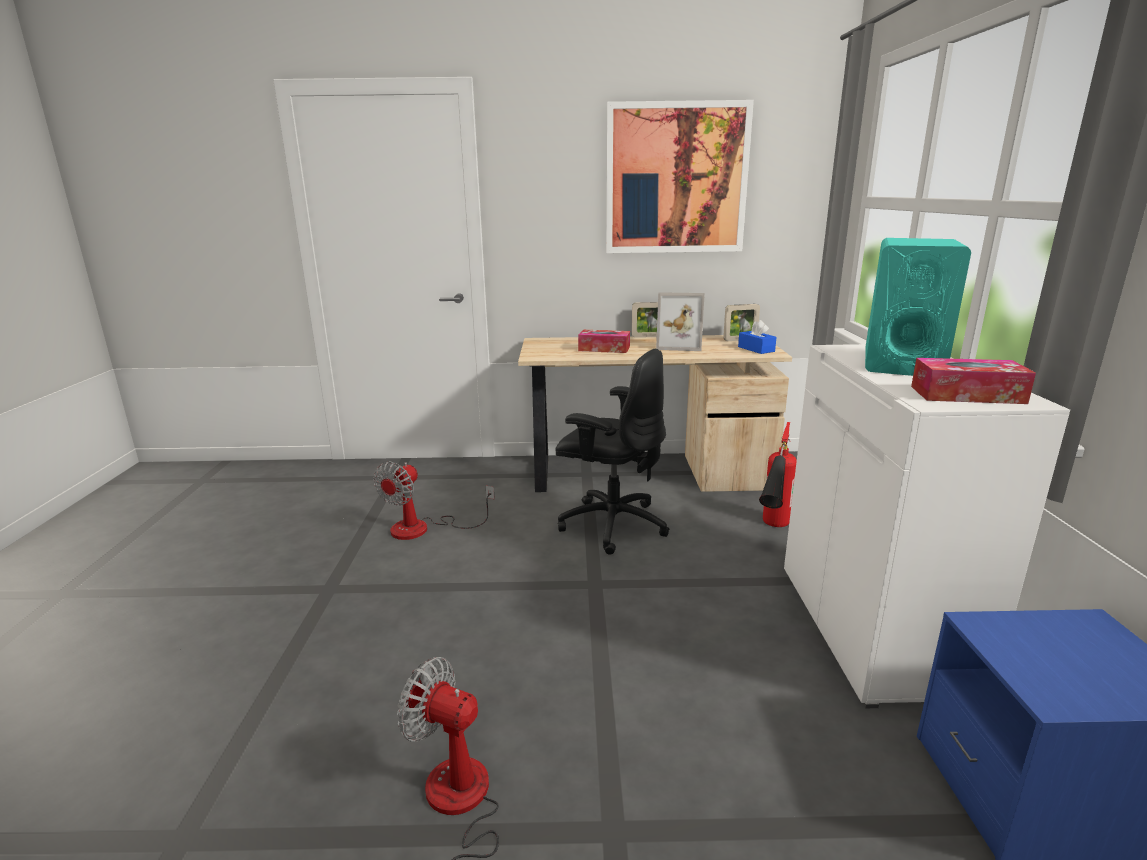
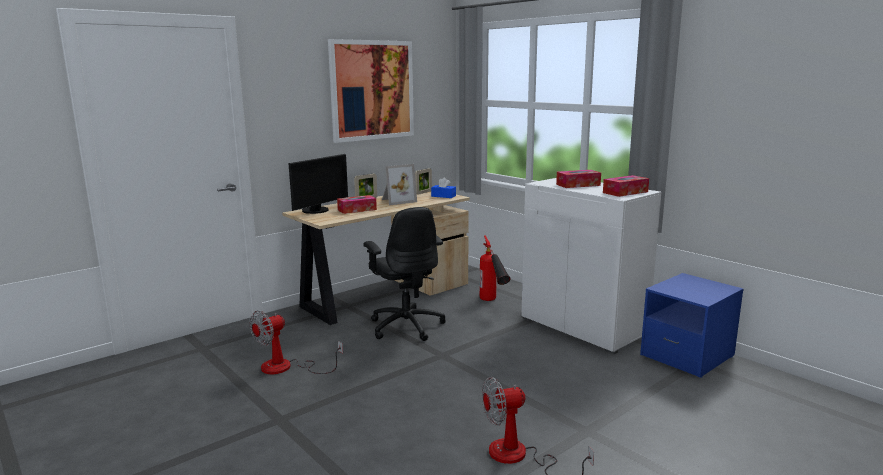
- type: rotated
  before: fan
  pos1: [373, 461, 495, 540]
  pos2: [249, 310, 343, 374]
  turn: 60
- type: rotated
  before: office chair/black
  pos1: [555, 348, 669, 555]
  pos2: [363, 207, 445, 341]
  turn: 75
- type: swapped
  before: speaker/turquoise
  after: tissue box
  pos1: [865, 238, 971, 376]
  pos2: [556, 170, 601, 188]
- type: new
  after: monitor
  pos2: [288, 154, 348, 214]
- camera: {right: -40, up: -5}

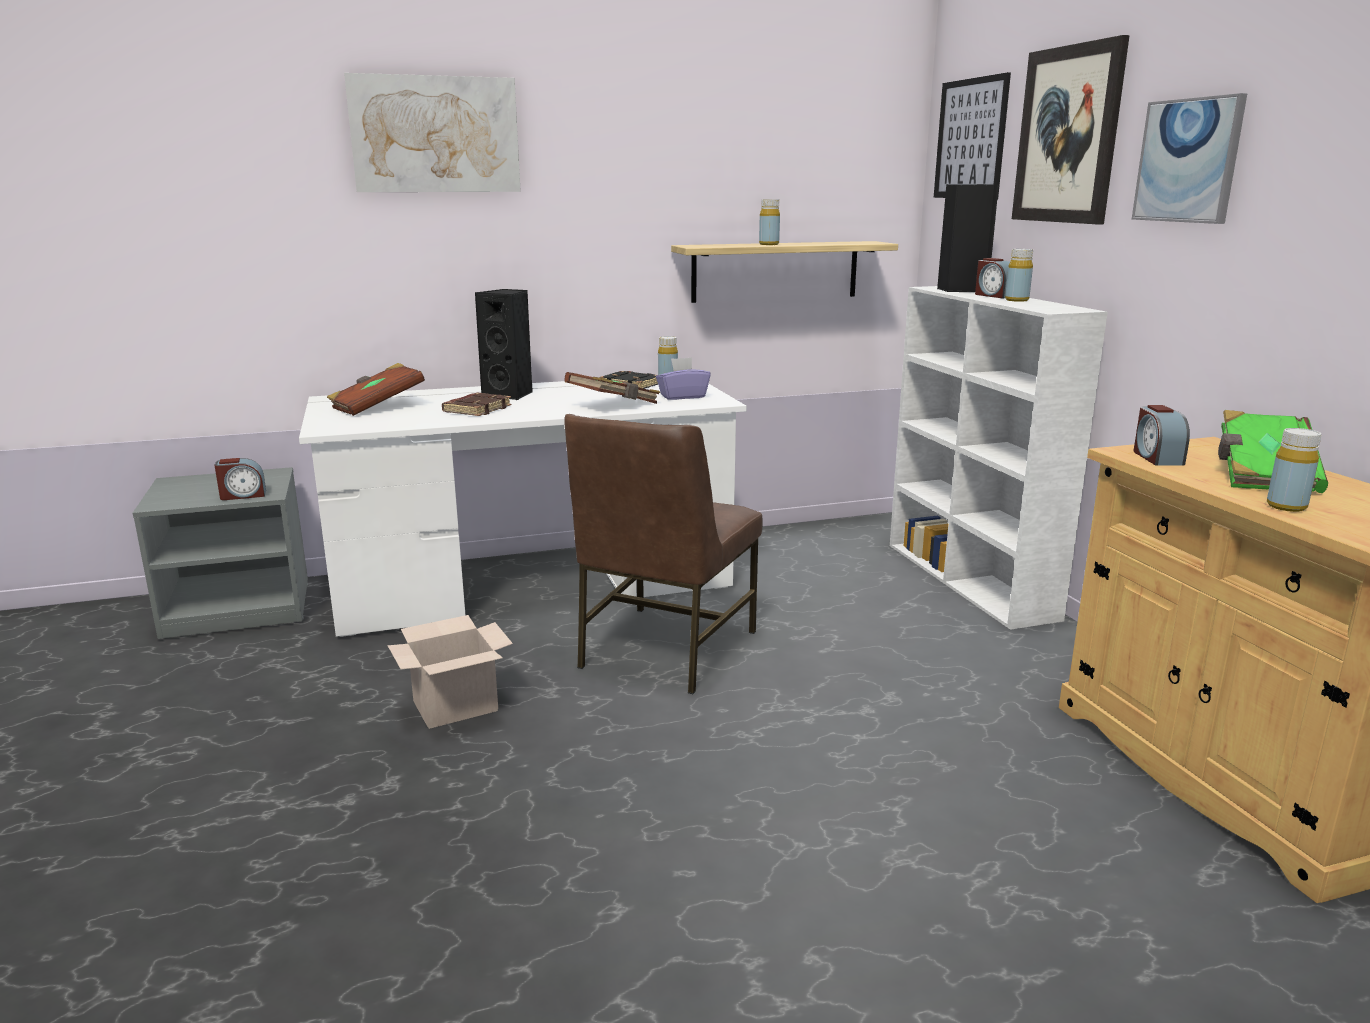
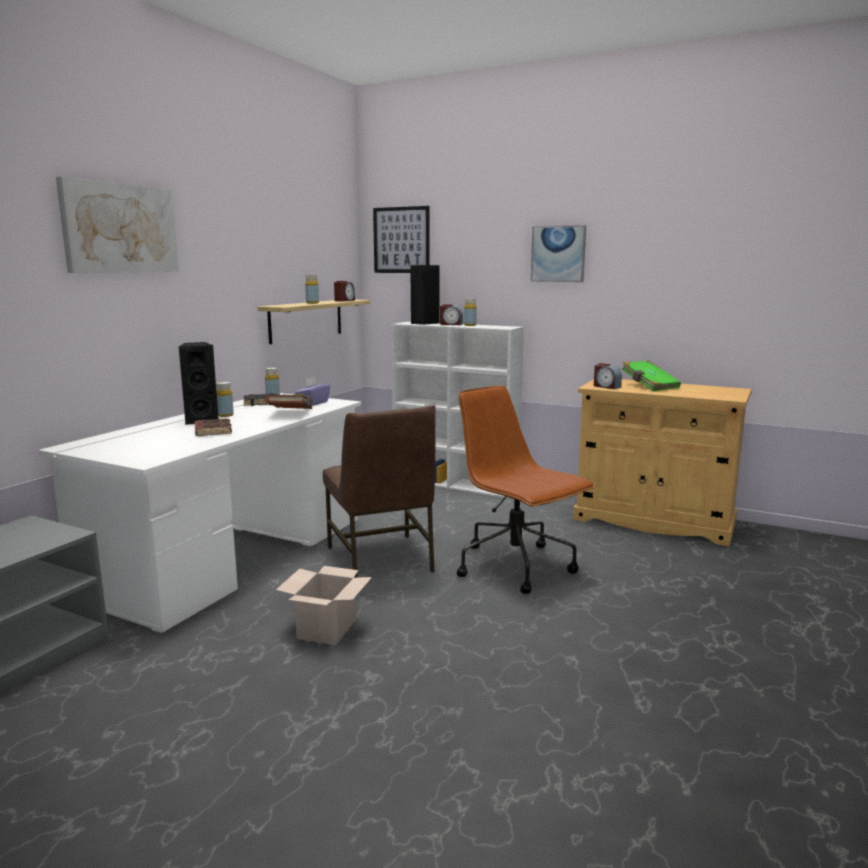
- type: shifted
  before: alarm clock
  pos1: [215, 458, 266, 500]
  pos2: [334, 281, 355, 301]
- type: gone
  before: book/brown
  pos1: [327, 363, 425, 416]
- type: gone
  before: picture
  pos1: [1012, 35, 1130, 224]
- type: shifted
  before: bottle/yellow
  pos1: [1267, 428, 1321, 512]
  pos2: [216, 382, 234, 417]
- type: new
  after: office chair/brown
  pos2: [457, 386, 595, 594]
- camera: {right: -45, up: -5}

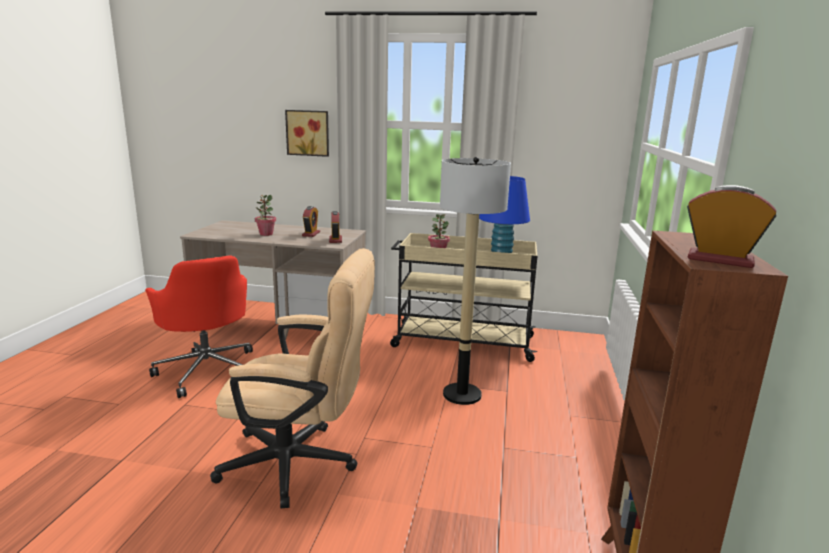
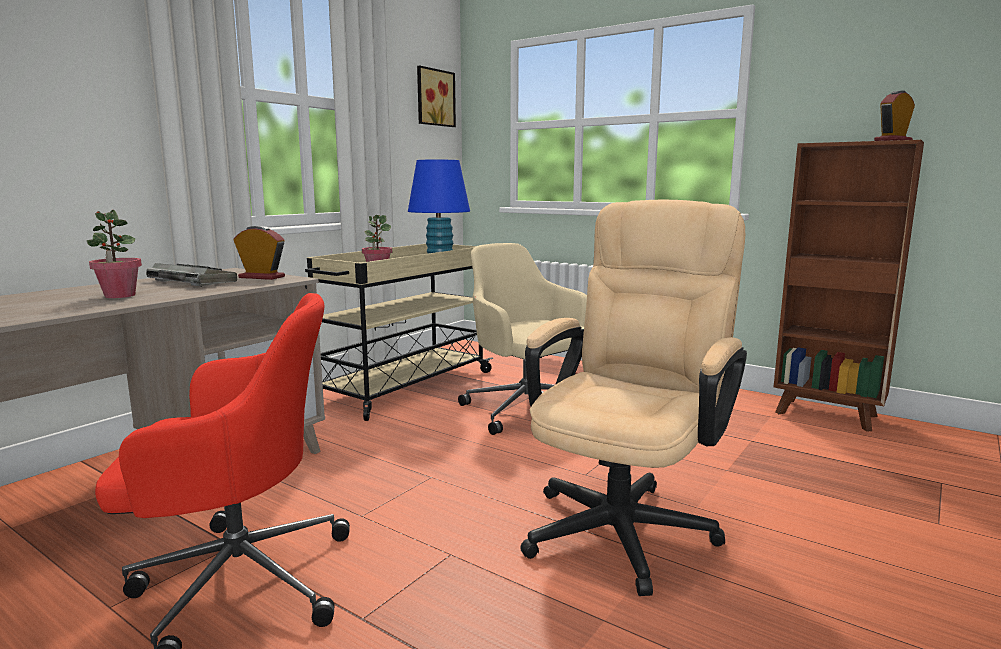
- type: shifted
  before: picture
  pos1: [285, 110, 329, 157]
  pos2: [417, 65, 456, 127]
- type: swapped
  before: alarm clock
  after: keyboard
  pos1: [302, 206, 320, 237]
  pos2: [146, 263, 237, 287]
- type: swapped
  before: floor lamp
  after: office chair/beige
  pos1: [440, 157, 511, 405]
  pos2: [458, 243, 587, 435]
- camera: {right: -65, up: -5}

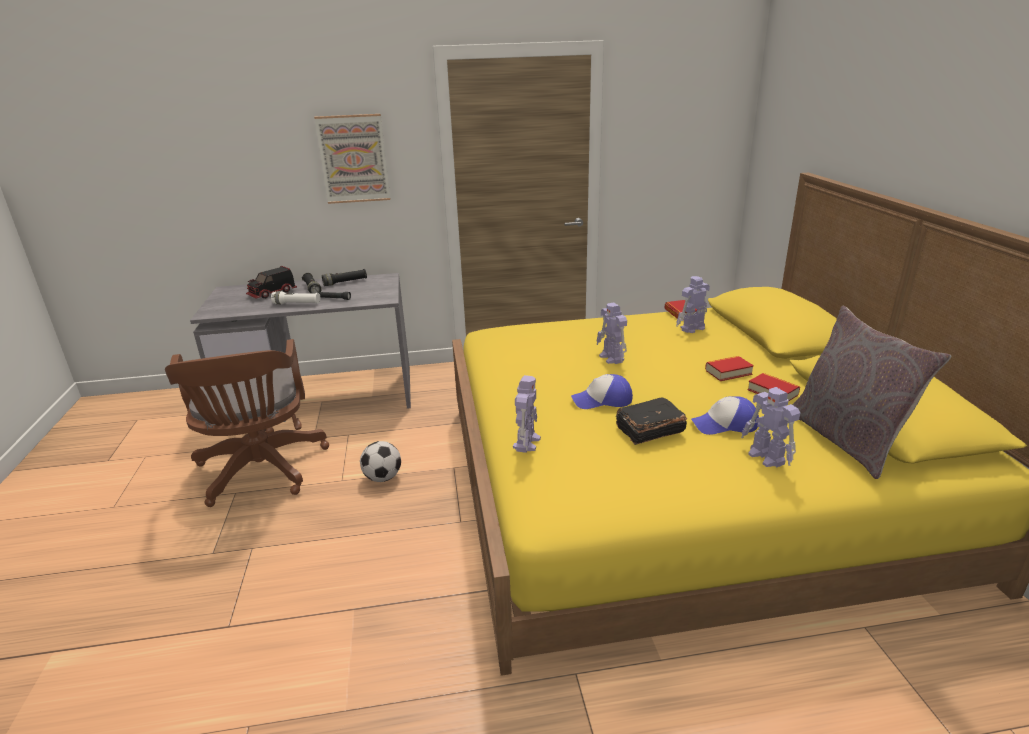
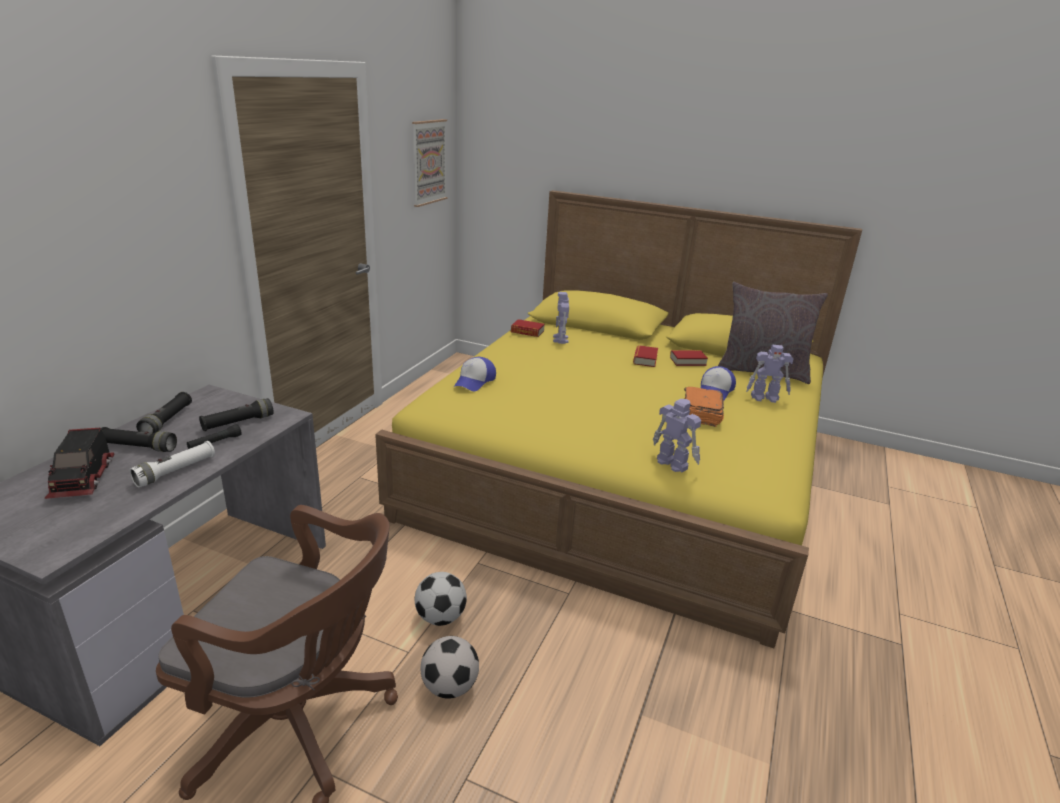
- type: shifted
  before: picture
  pos1: [314, 114, 390, 204]
  pos2: [412, 119, 447, 207]
- type: shifted
  before: cap
  pos1: [571, 374, 633, 409]
  pos2: [454, 357, 496, 391]
- type: gone
  before: toy robot
  pos1: [597, 302, 627, 364]
- type: repainted
  before: book/black
  after: book/orange
  pos1: [616, 397, 687, 445]
  pos2: [684, 387, 724, 427]
- type: new
  after: flashlight/black
  pos2: [199, 398, 274, 431]
- type: new
  after: football
  pos2: [421, 636, 479, 699]
- camera: {right: -60, up: 0}

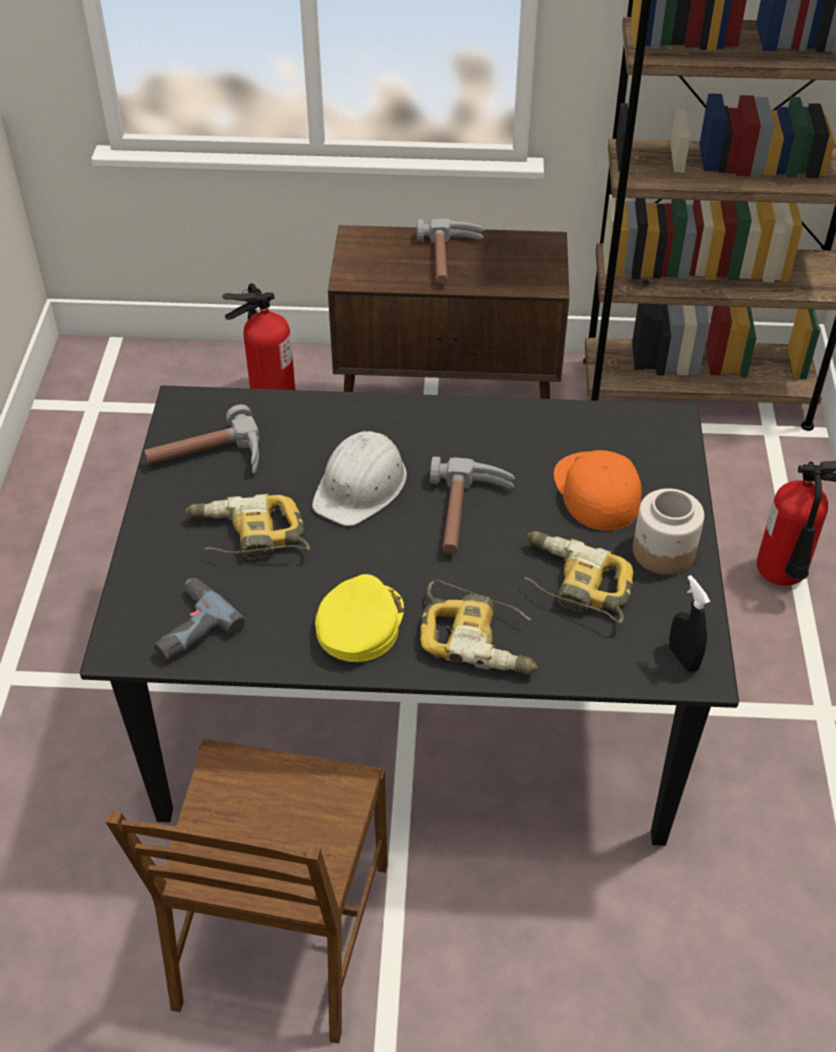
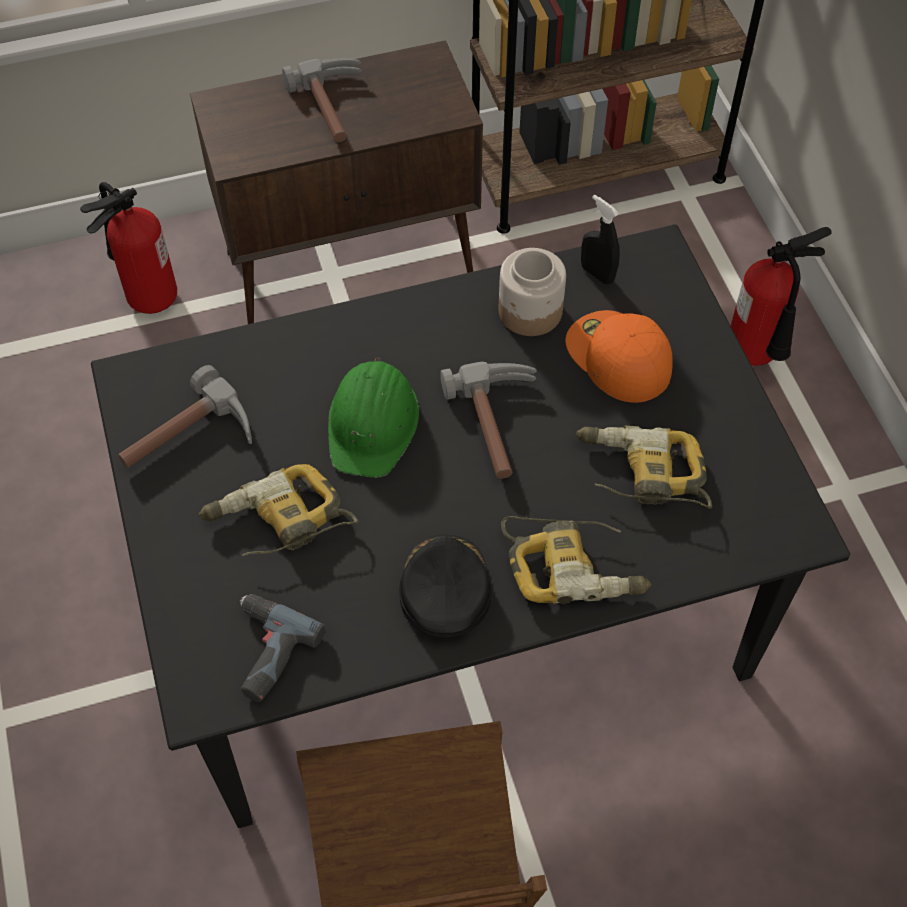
- type: repainted
  before: hard hat/white
  after: hard hat/green
  pos1: [312, 431, 407, 526]
  pos2: [328, 357, 419, 478]
- type: repainted
  before: cap/yellow
  after: cap/black
  pos1: [315, 574, 404, 662]
  pos2: [399, 535, 492, 638]
- type: shifted
  before: jar
  pos1: [633, 489, 704, 575]
  pos2: [499, 248, 566, 336]
- type: shifted
  before: spray bottle/black
  pos1: [669, 575, 710, 672]
  pos2: [581, 195, 620, 284]
- camera: {right: -20, up: 10}

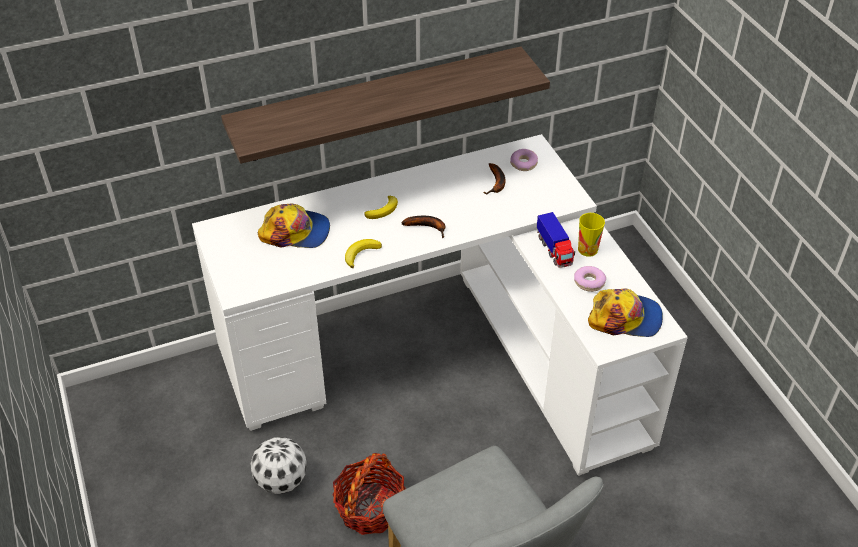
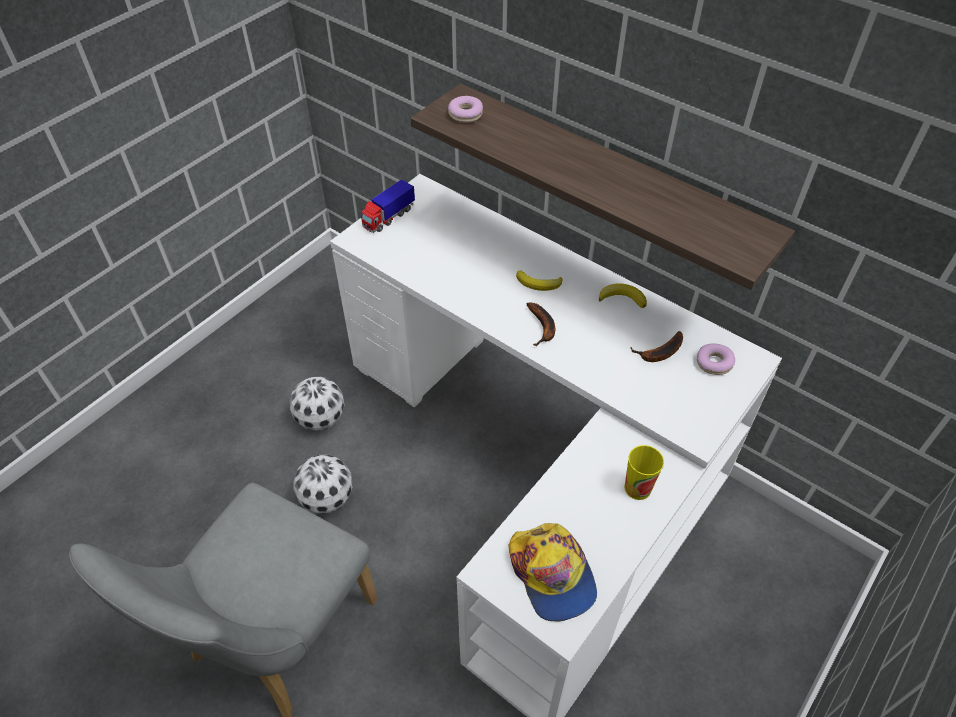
- type: gone
  before: cap
  pos1: [258, 204, 330, 248]
- type: swapped
  before: basket
  after: football
  pos1: [333, 453, 406, 535]
  pos2: [293, 455, 353, 513]
- type: shifted
  before: banana
  pos1: [345, 239, 382, 268]
  pos2: [599, 283, 647, 308]
- type: shifted
  before: toy truck
  pos1: [537, 212, 575, 268]
  pos2: [361, 179, 415, 233]
- type: shifted
  before: donut
  pos1: [574, 266, 606, 292]
  pos2: [448, 96, 483, 123]
- camera: {right: 60, up: 5}

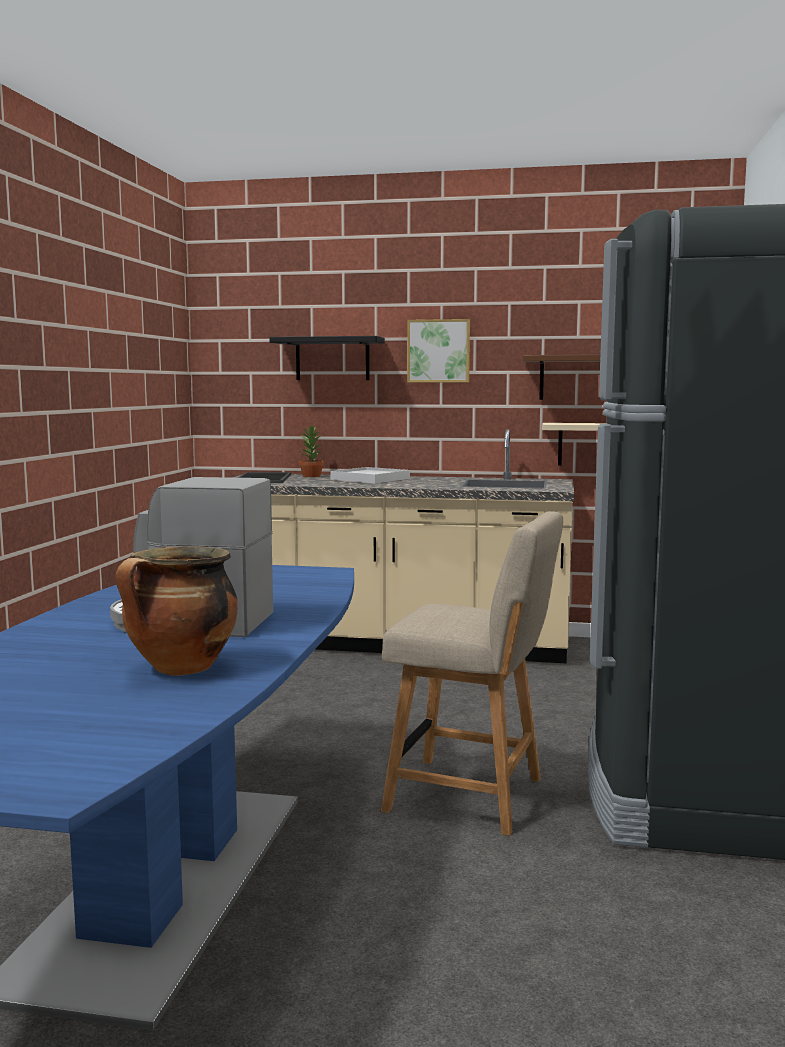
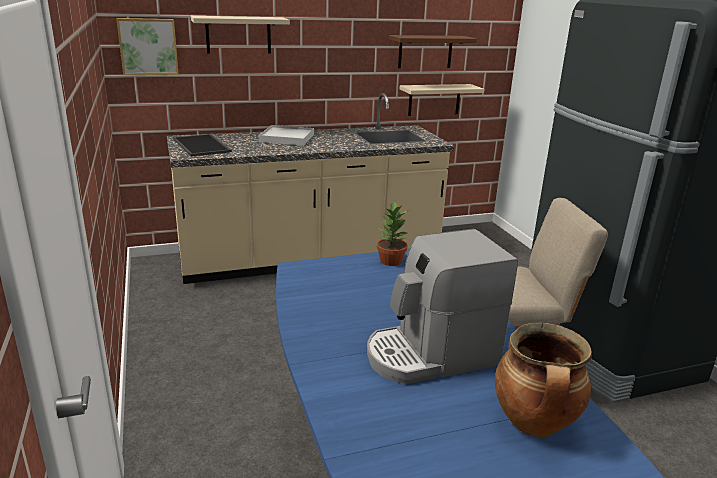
- type: repainted
  before: shelf/black
  after: shelf/beige
  pos1: [269, 336, 385, 380]
  pos2: [191, 16, 290, 53]
- type: shifted
  before: potted plant
  pos1: [299, 426, 324, 477]
  pos2: [377, 202, 408, 266]
- type: shifted
  before: picture
  pos1: [407, 319, 470, 382]
  pos2: [116, 18, 179, 75]
- camera: {right: -30, up: 15}

